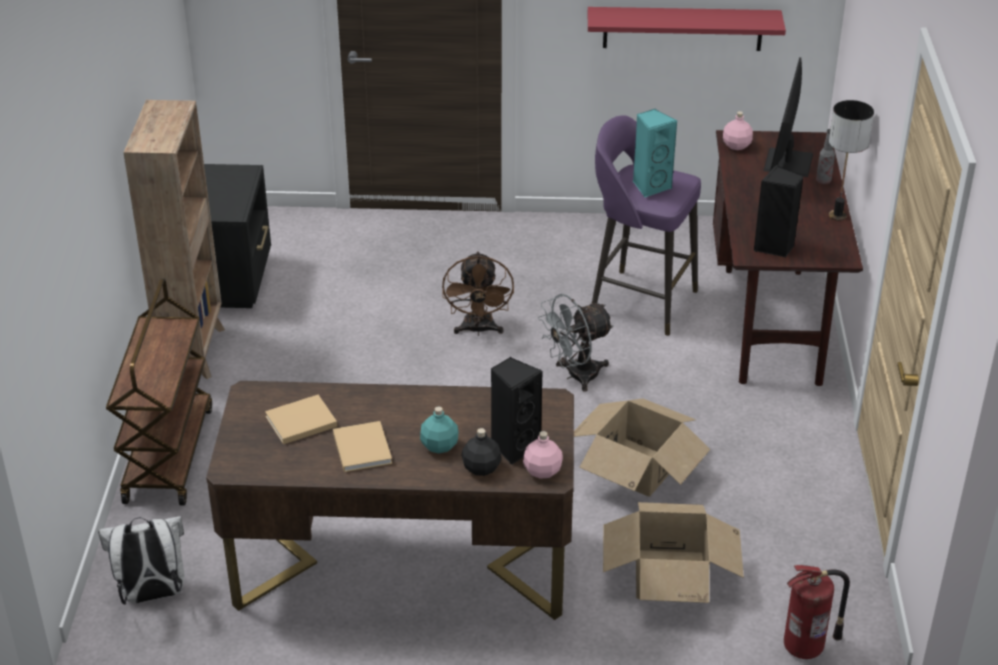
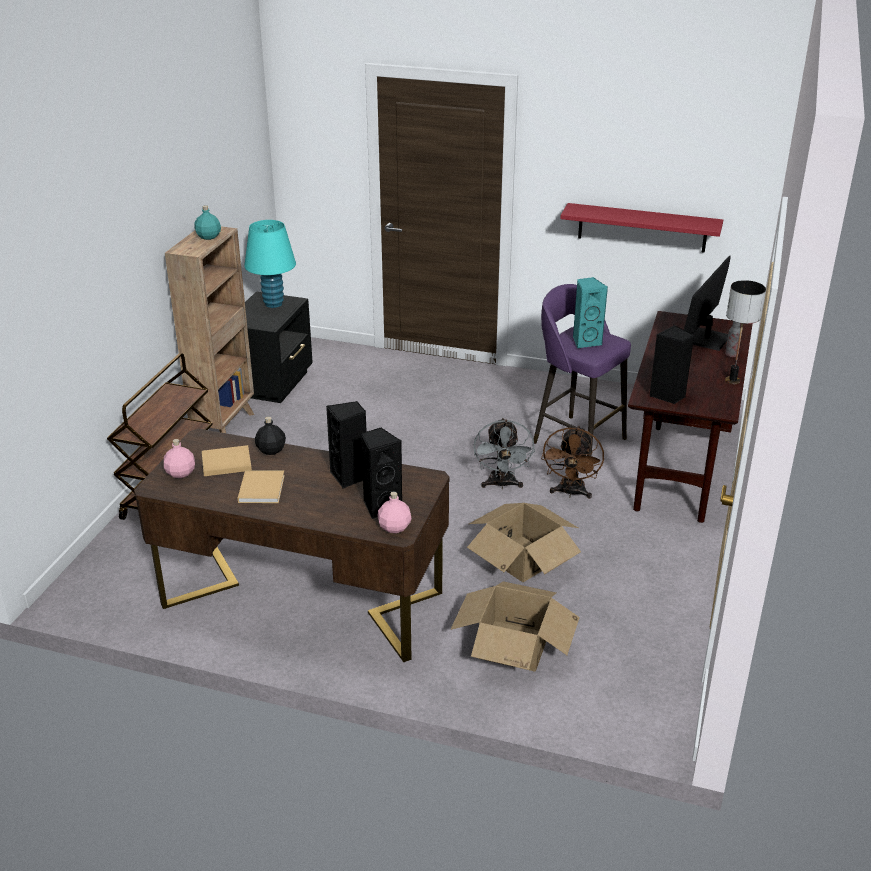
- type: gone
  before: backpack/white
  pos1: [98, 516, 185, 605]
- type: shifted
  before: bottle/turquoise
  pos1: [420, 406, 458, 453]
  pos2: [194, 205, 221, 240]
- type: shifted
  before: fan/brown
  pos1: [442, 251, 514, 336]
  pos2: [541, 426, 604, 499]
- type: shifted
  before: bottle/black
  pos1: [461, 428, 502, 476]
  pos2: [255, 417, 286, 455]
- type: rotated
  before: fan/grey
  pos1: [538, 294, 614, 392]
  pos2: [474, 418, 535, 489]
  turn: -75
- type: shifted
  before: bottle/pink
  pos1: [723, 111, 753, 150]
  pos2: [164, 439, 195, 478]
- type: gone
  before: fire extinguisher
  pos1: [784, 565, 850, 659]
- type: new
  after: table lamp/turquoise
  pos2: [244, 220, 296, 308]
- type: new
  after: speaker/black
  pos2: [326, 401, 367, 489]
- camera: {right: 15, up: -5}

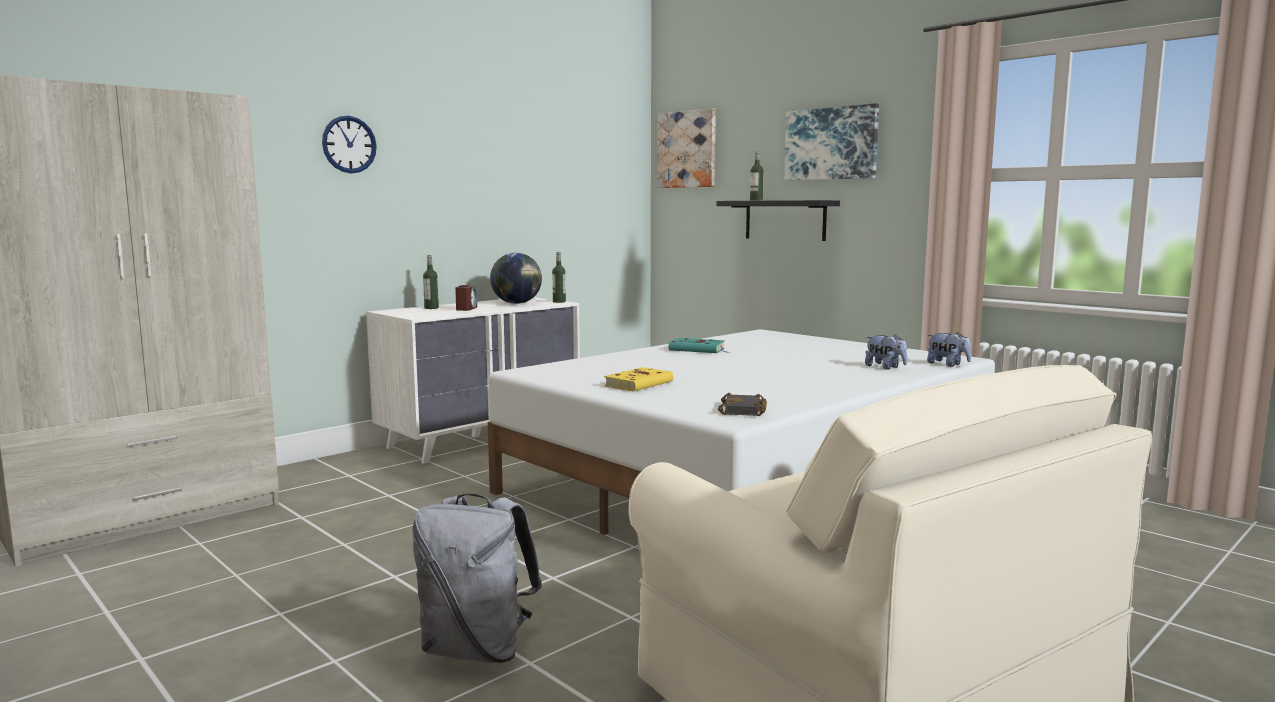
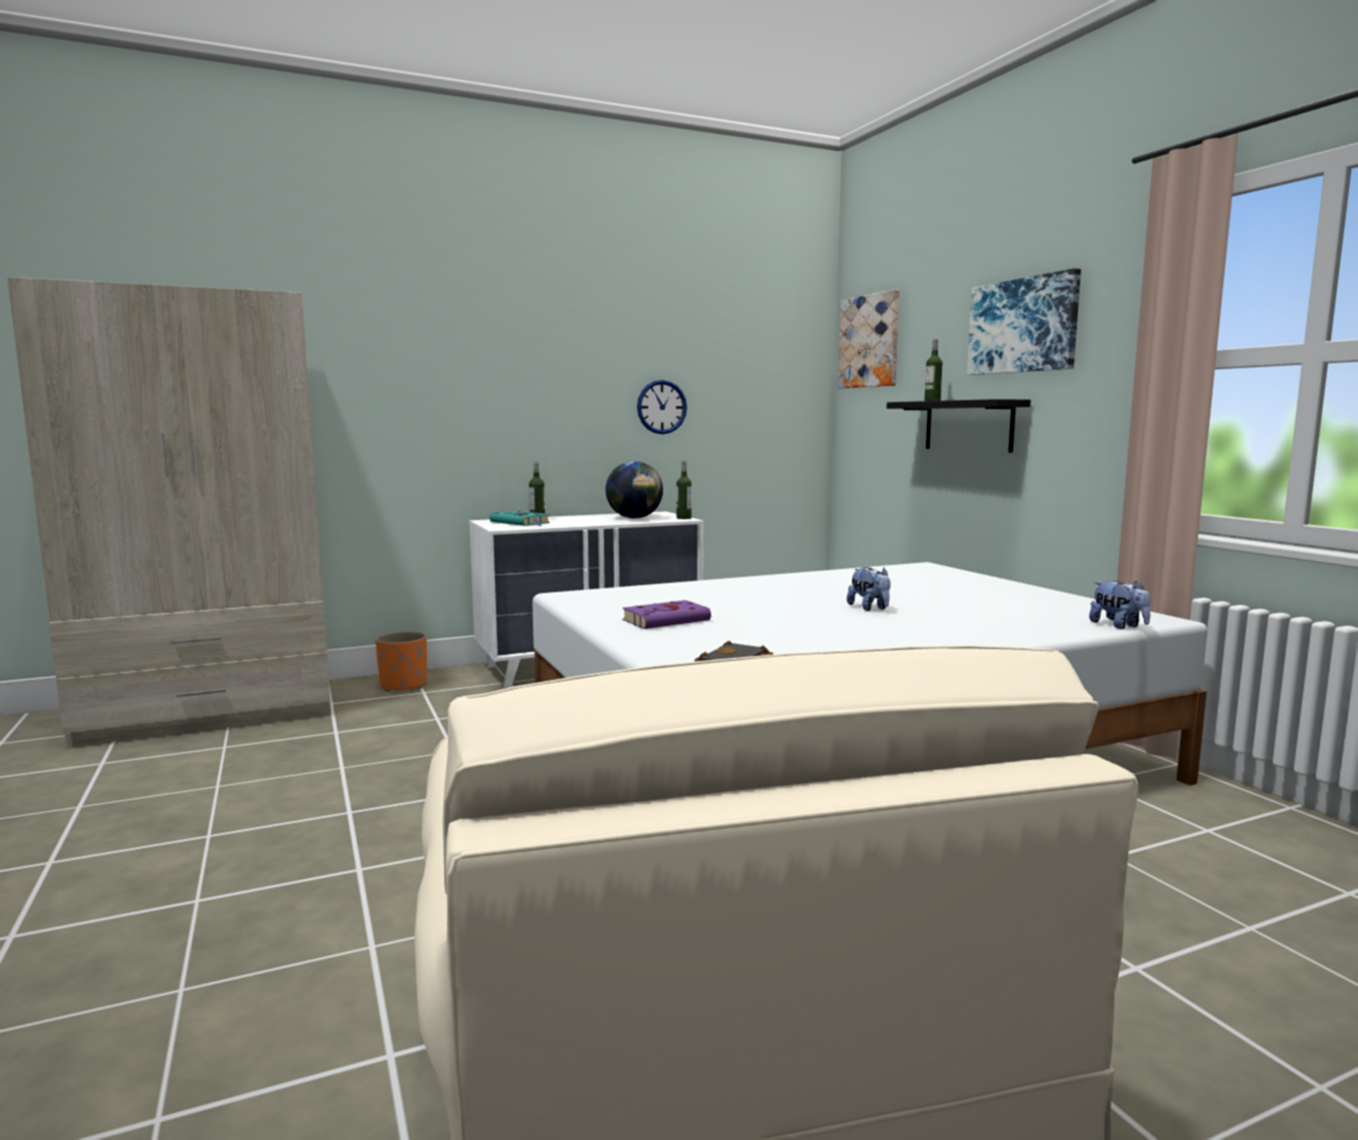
- type: shifted
  before: wall clock
  pos1: [322, 116, 377, 173]
  pos2: [637, 380, 687, 434]
- type: gone
  before: backpack/grey
  pos1: [412, 493, 542, 663]
- type: gone
  before: alarm clock
  pos1: [455, 285, 477, 311]
- type: repainted
  before: book/yellow
  after: book/purple
  pos1: [604, 367, 673, 391]
  pos2: [622, 600, 712, 629]
- type: shifted
  before: book/turquoise
  pos1: [669, 338, 729, 353]
  pos2: [489, 511, 550, 526]
- type: shifted
  before: plush toy
  pos1: [865, 334, 907, 370]
  pos2: [847, 567, 891, 611]
- type: new
  after: planter/orange
  pos2: [375, 631, 427, 692]
- camera: {right: 20, up: 0}

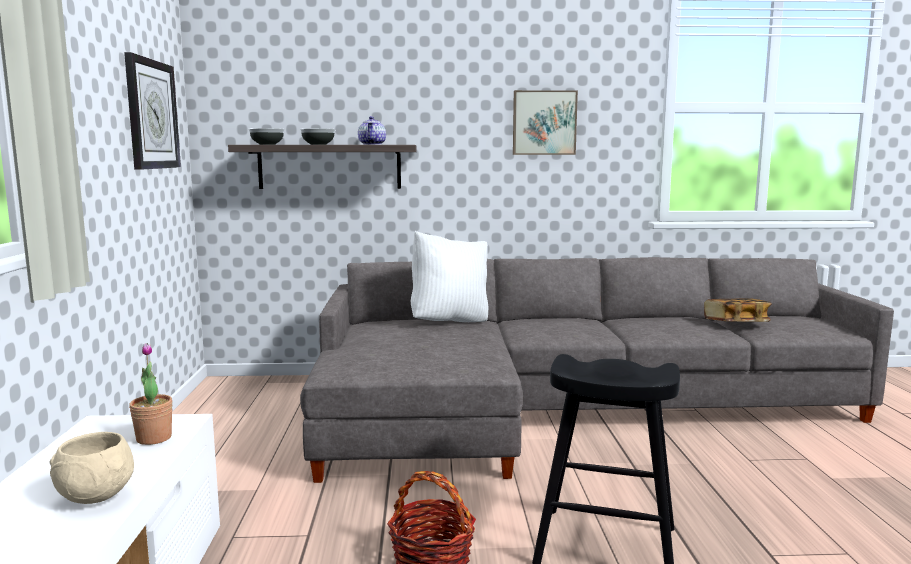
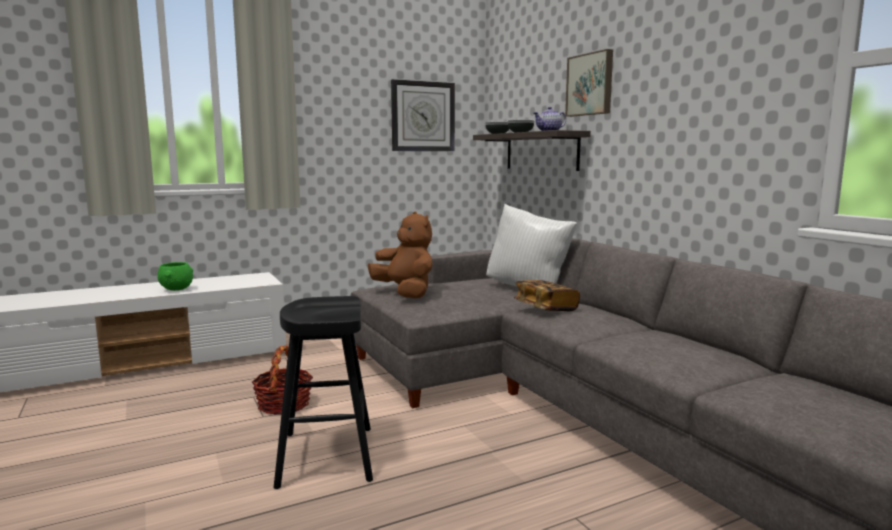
- type: repainted
  before: bowl/beige
  after: bowl/green
  pos1: [49, 432, 134, 504]
  pos2: [157, 262, 193, 291]
- type: gone
  before: potted plant
  pos1: [129, 343, 173, 445]
- type: shifted
  before: picture
  pos1: [513, 90, 578, 155]
  pos2: [565, 49, 613, 117]
- type: shifted
  before: book
  pos1: [704, 298, 772, 322]
  pos2: [514, 280, 580, 311]
- type: new
  after: plush toy/brown
  pos2: [367, 211, 433, 299]
- camera: {right: 65, up: 0}

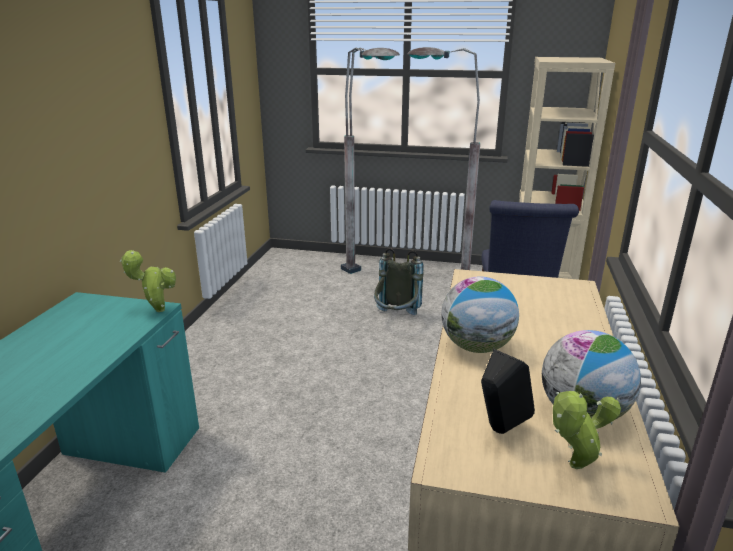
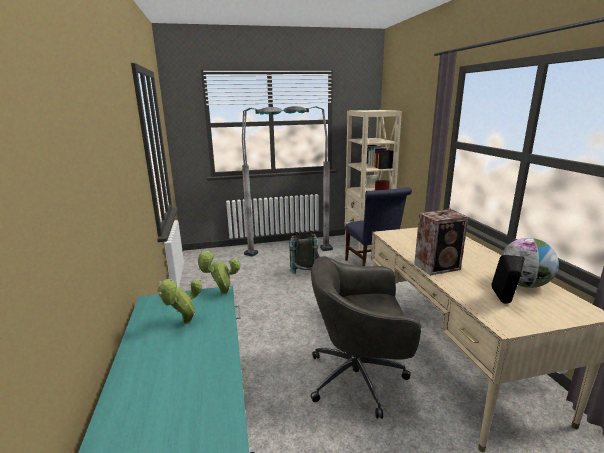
- type: swapped
  before: globe
  after: speaker
  pos1: [441, 277, 519, 353]
  pos2: [414, 209, 468, 275]
- type: shifted
  before: potted plant
  pos1: [553, 391, 621, 469]
  pos2: [157, 279, 202, 324]
- type: new
  after: office chair/grey
  pos2: [311, 256, 421, 419]
- camera: {right: -25, up: -5}

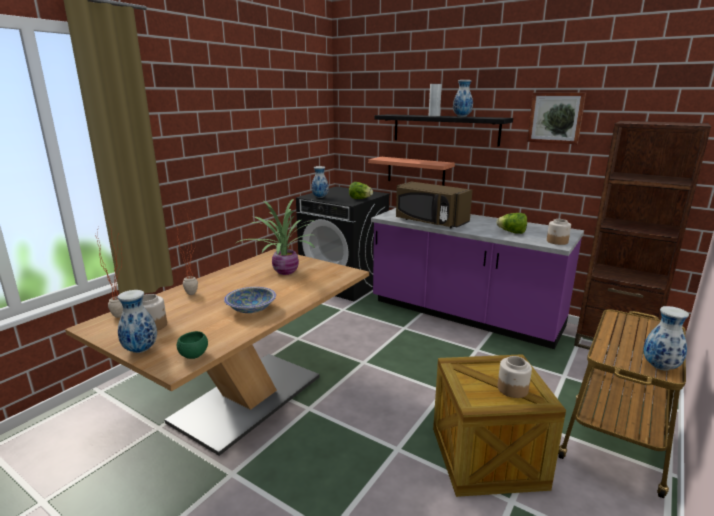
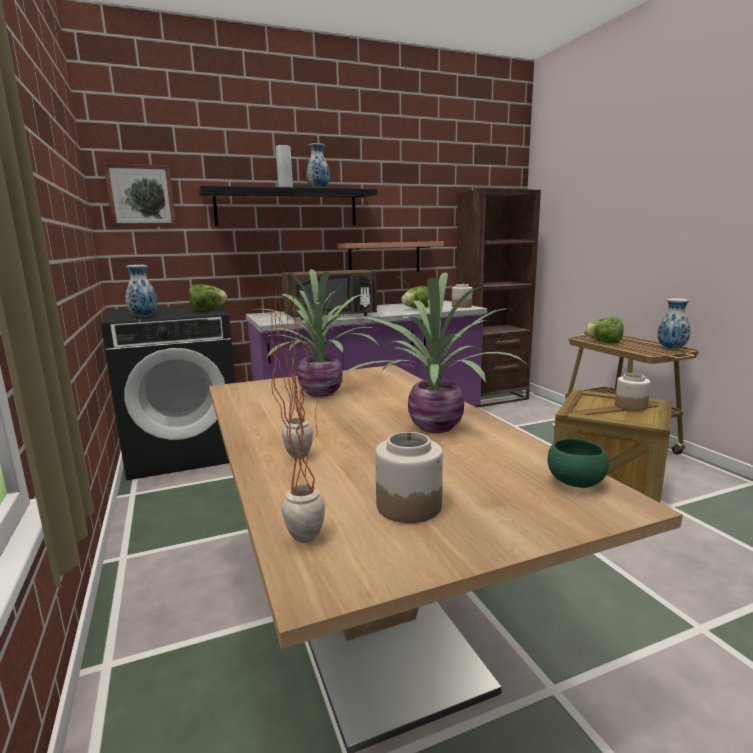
- type: gone
  before: vase
  pos1: [118, 290, 157, 353]
- type: swapped
  before: bowl
  after: potted plant
  pos1: [224, 287, 276, 313]
  pos2: [343, 272, 526, 433]
- type: shifted
  before: shelf
  pos1: [368, 157, 455, 186]
  pos2: [337, 241, 444, 272]
- type: shifted
  before: picture
  pos1: [527, 92, 586, 144]
  pos2: [103, 163, 176, 227]
- type: new
  after: lettuce
  pos2: [584, 317, 624, 343]
- camera: {right: -55, up: -5}

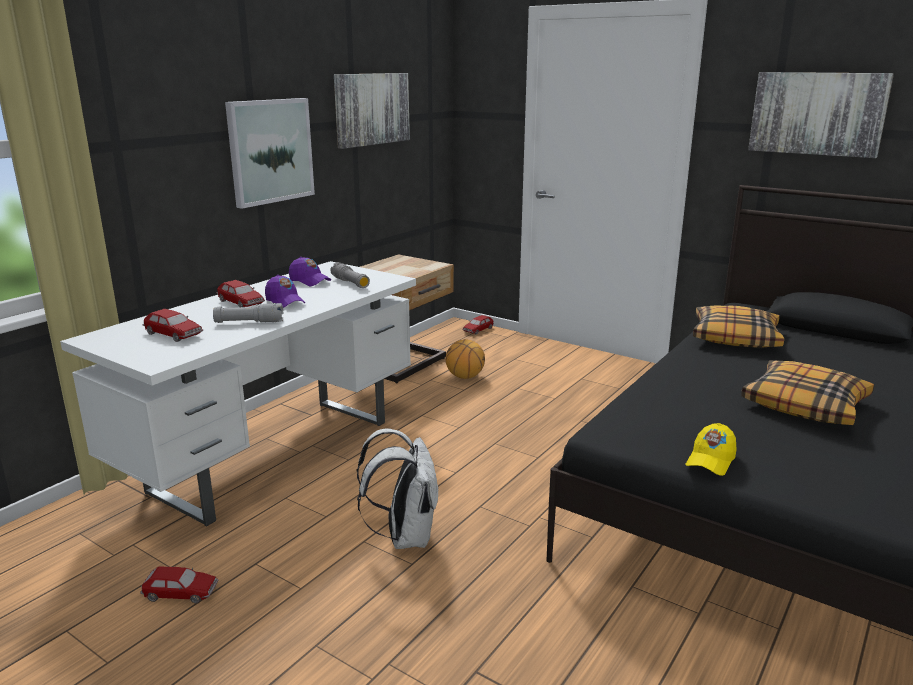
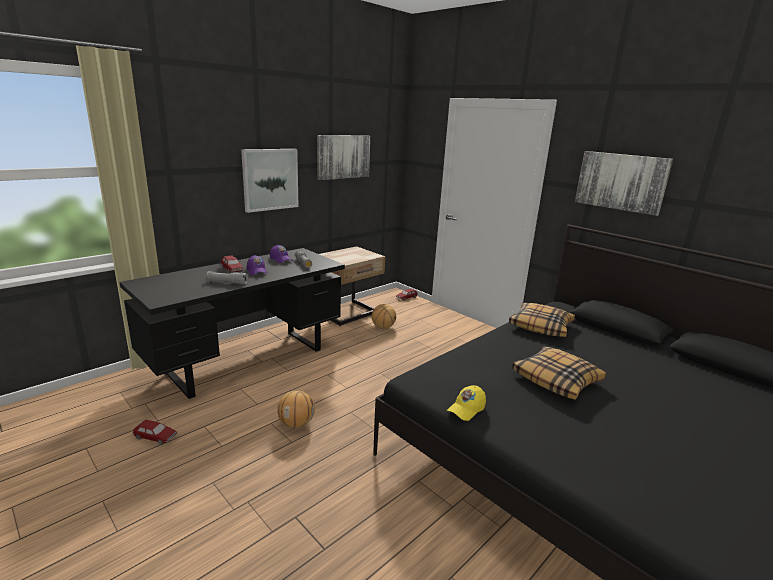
- type: repainted
  before: desk/white
  after: desk/black
  pos1: [60, 261, 416, 526]
  pos2: [119, 248, 345, 399]
- type: gone
  before: toy car
  pos1: [143, 309, 203, 342]
- type: swapped
  before: backpack/white
  after: basketball
  pos1: [357, 429, 439, 549]
  pos2: [277, 390, 315, 428]
- camera: {right: 10, up: 0}

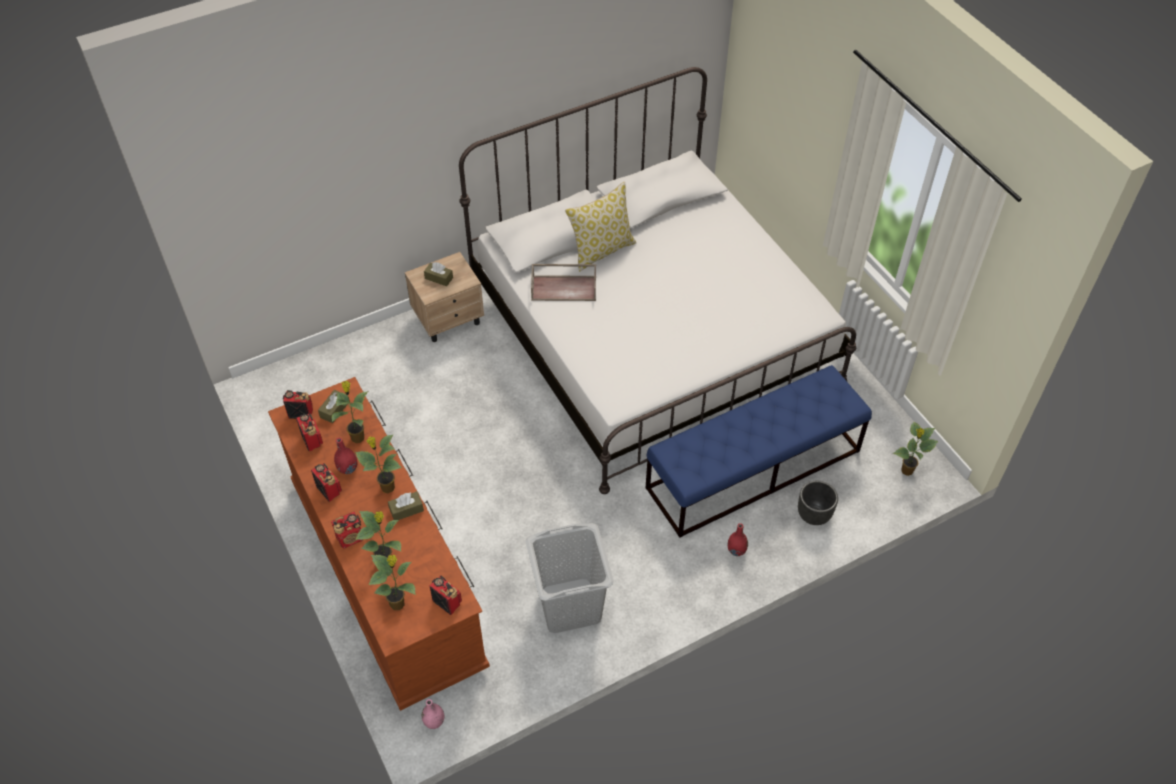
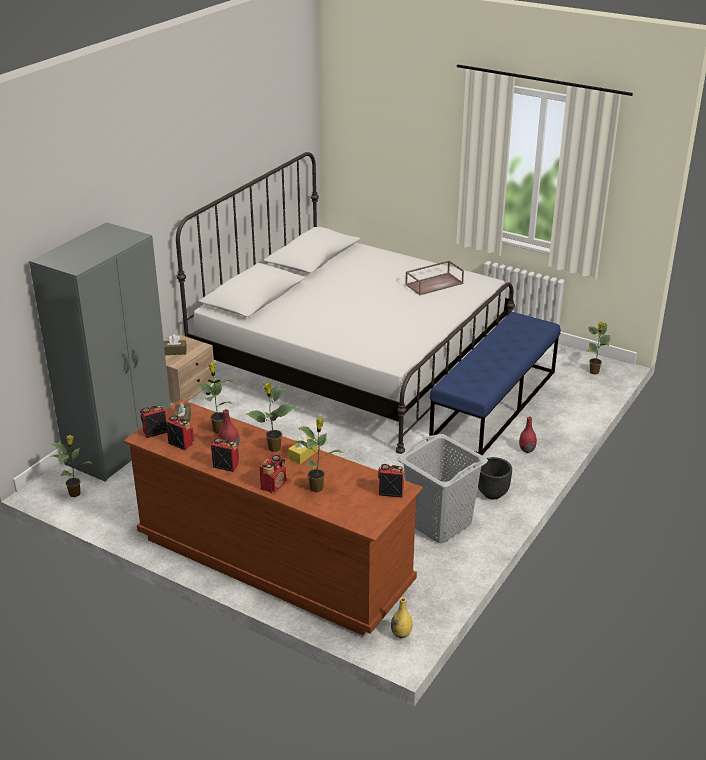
- type: shifted
  before: potted plant
  pos1: [369, 555, 416, 610]
  pos2: [51, 435, 93, 497]
- type: repainted
  before: tissue box/brown
  after: tissue box/yellow
  pos1: [388, 491, 424, 520]
  pos2: [288, 434, 318, 464]
- type: repainted
  before: vase/pink
  after: vase/yellow
  pos1: [422, 699, 445, 729]
  pos2: [391, 597, 412, 638]
- type: shifted
  before: tray/brown
  pos1: [531, 264, 596, 301]
  pos2: [405, 260, 464, 296]
- type: gone
  before: pillow
  pos1: [565, 181, 637, 271]
- type: shifted
  before: planter/black
  pos1: [798, 481, 838, 525]
  pos2: [478, 457, 512, 499]
- type: new
  after: wardrobe/grey
  pos2: [29, 222, 170, 482]
- camera: {right: -30, up: -20}

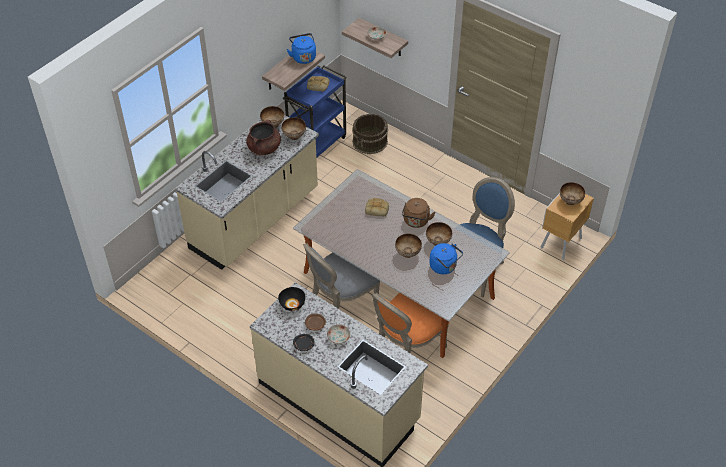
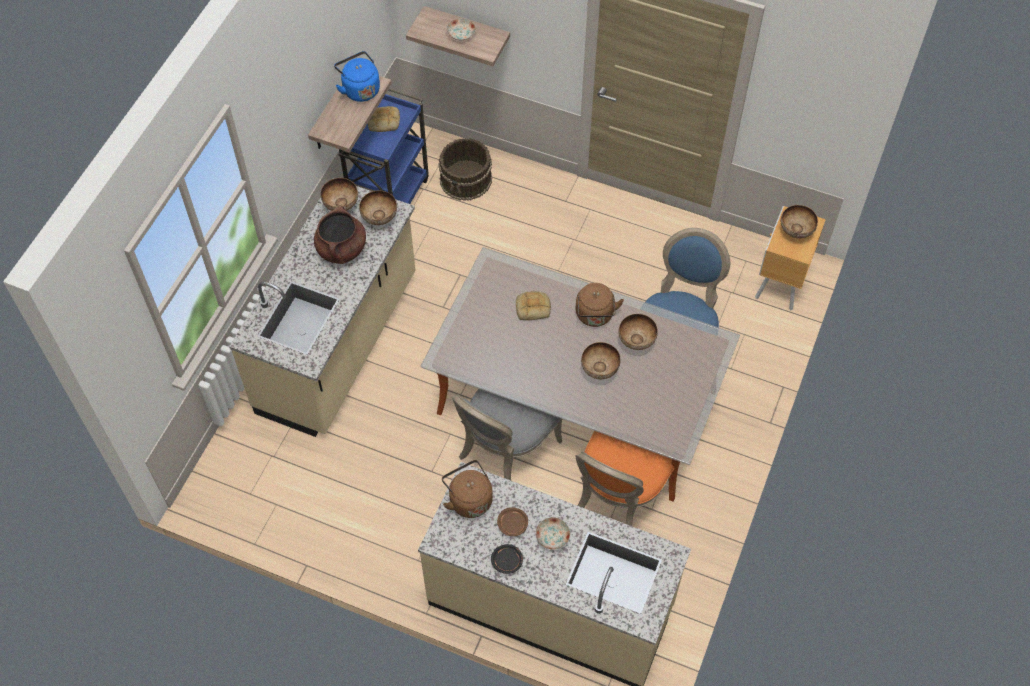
- type: swapped
  before: bowl/black
  after: kettle/brown
  pos1: [278, 287, 306, 311]
  pos2: [442, 460, 493, 518]
- type: gone
  before: kettle/blue
  pos1: [430, 243, 463, 274]
- camera: {right: -15, up: 10}

